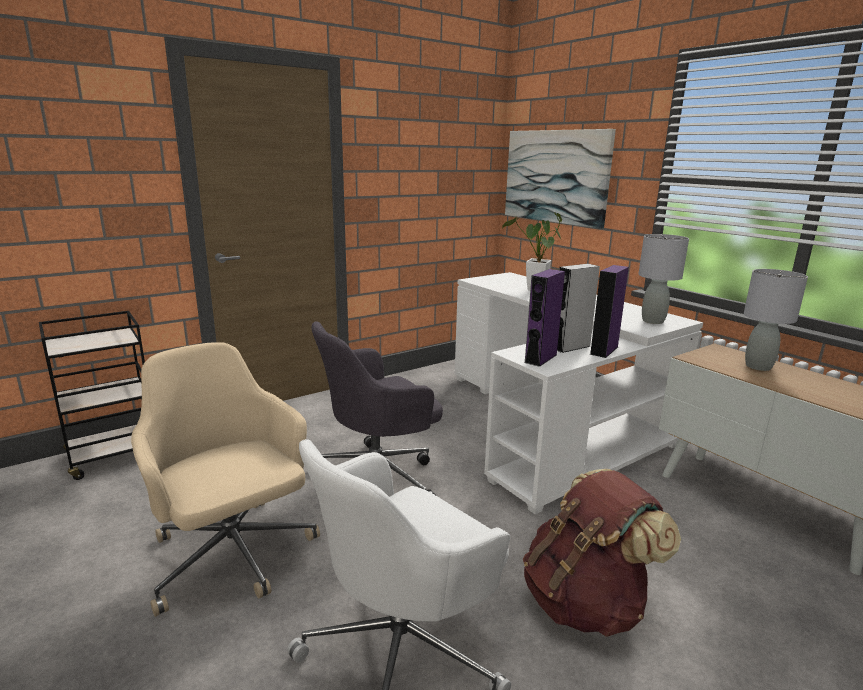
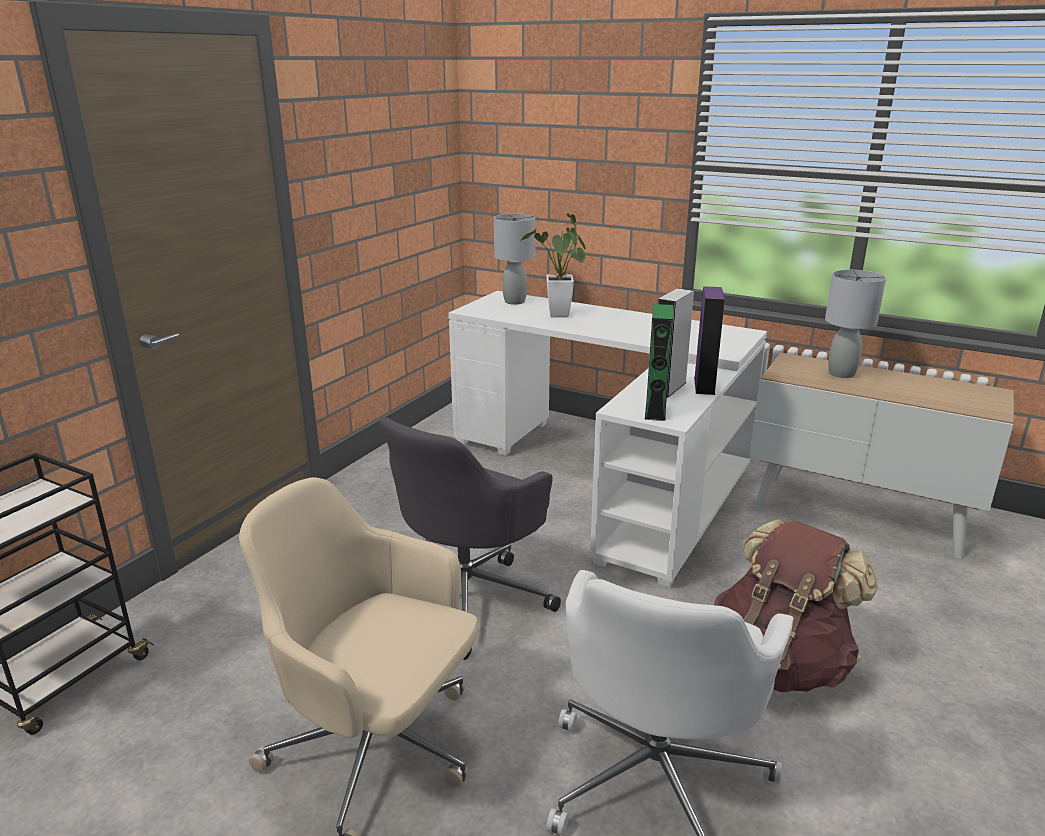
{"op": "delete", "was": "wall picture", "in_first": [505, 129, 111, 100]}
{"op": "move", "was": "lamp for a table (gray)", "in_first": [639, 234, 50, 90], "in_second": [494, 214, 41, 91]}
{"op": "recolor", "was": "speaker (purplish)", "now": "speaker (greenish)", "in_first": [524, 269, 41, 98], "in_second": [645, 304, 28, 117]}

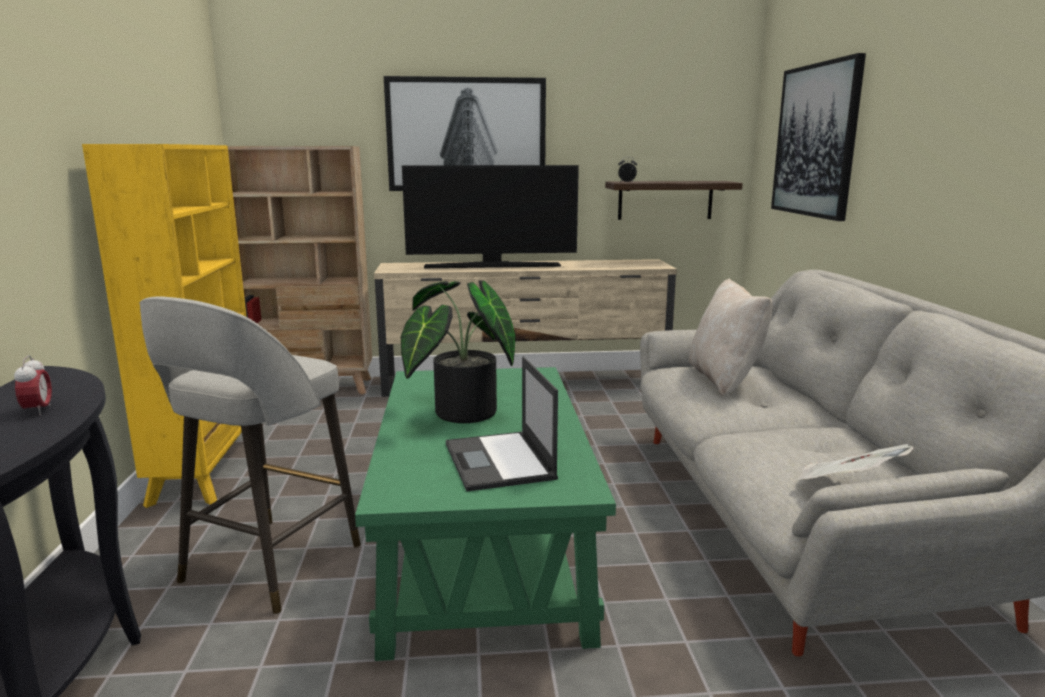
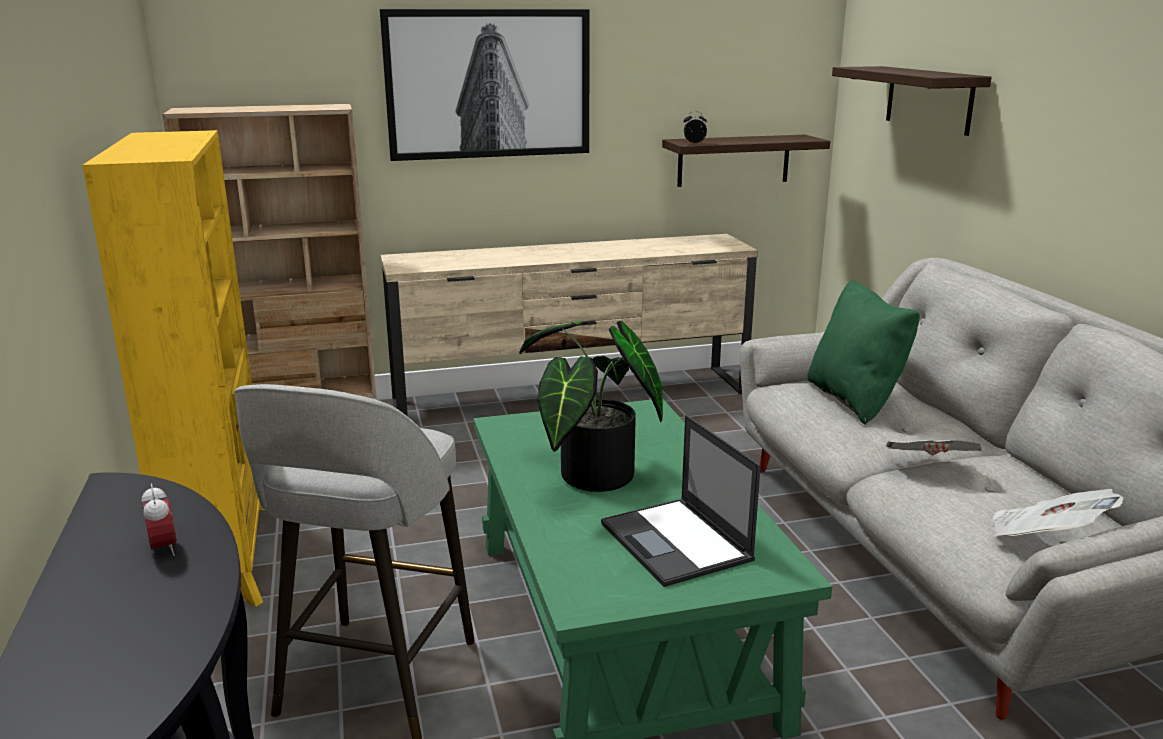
{"op": "delete", "was": "TV set", "in_first": [402, 165, 177, 103]}
{"op": "insert", "now": "newspaper", "in_second": [886, 440, 96, 15]}
{"op": "replace", "was": "wall picture", "now": "shelf", "in_first": [771, 53, 95, 168], "in_second": [832, 66, 160, 70]}
{"op": "recolor", "was": "pillow (beige-coloured)", "now": "pillow (greenish)", "in_first": [689, 278, 83, 119], "in_second": [808, 279, 112, 146]}

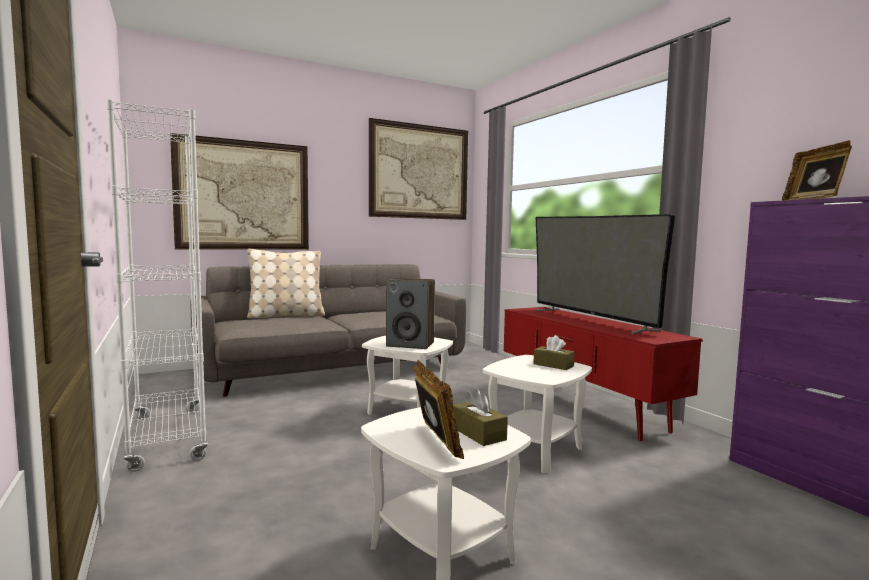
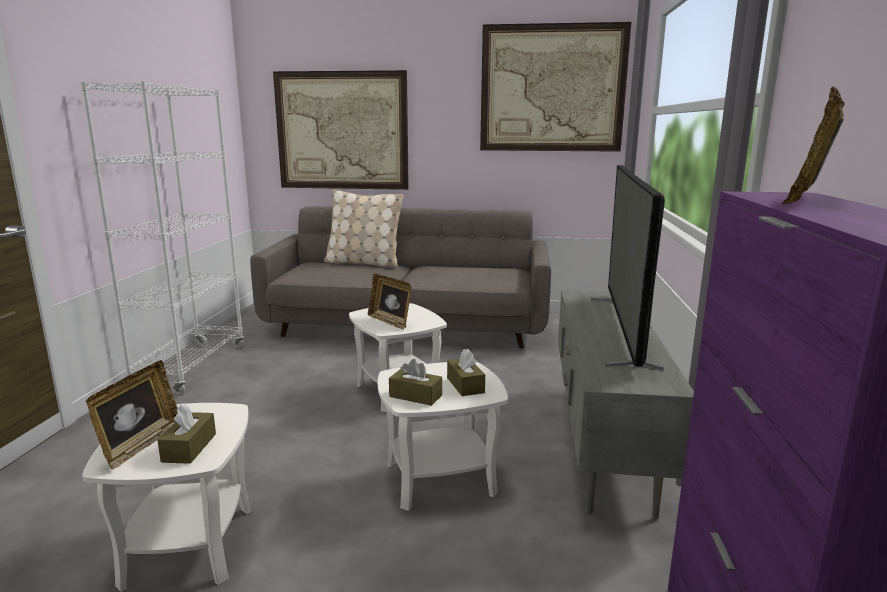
{"op": "insert", "now": "tissue holder (brownish)", "in_second": [389, 359, 53, 47]}
{"op": "replace", "was": "speaker", "now": "standing frame", "in_first": [386, 278, 49, 71], "in_second": [368, 274, 44, 56]}
{"op": "recolor", "was": "tv unit (red-coloured)", "now": "tv unit (gray)", "in_first": [504, 307, 199, 134], "in_second": [558, 290, 136, 229]}

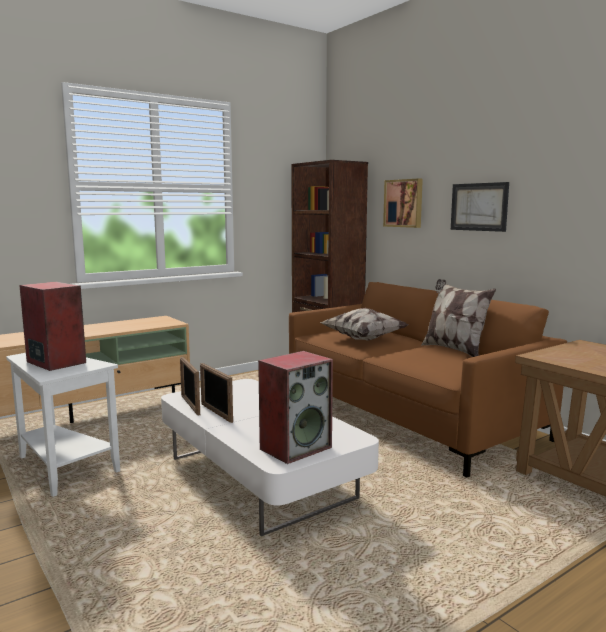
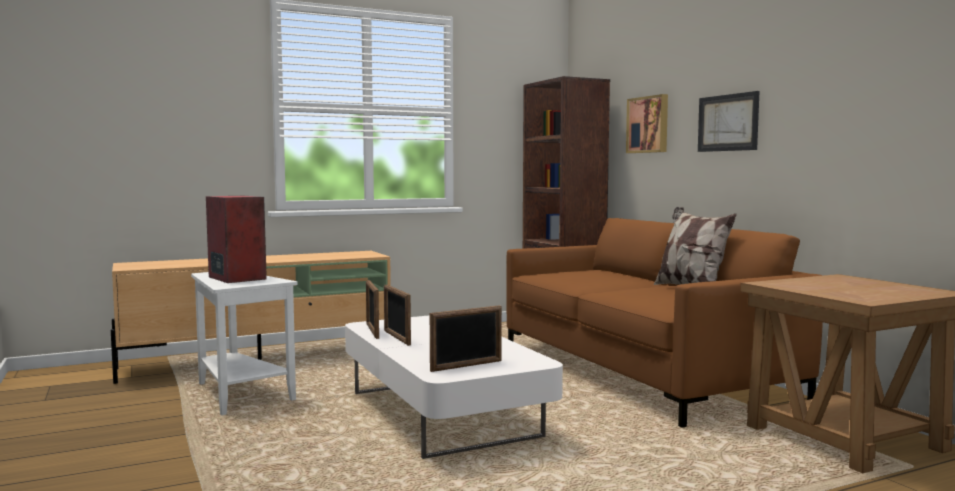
{"op": "delete", "was": "pillow", "in_first": [320, 308, 88, 33]}
{"op": "replace", "was": "speaker", "now": "standing frame", "in_first": [258, 351, 75, 113], "in_second": [430, 305, 72, 67]}

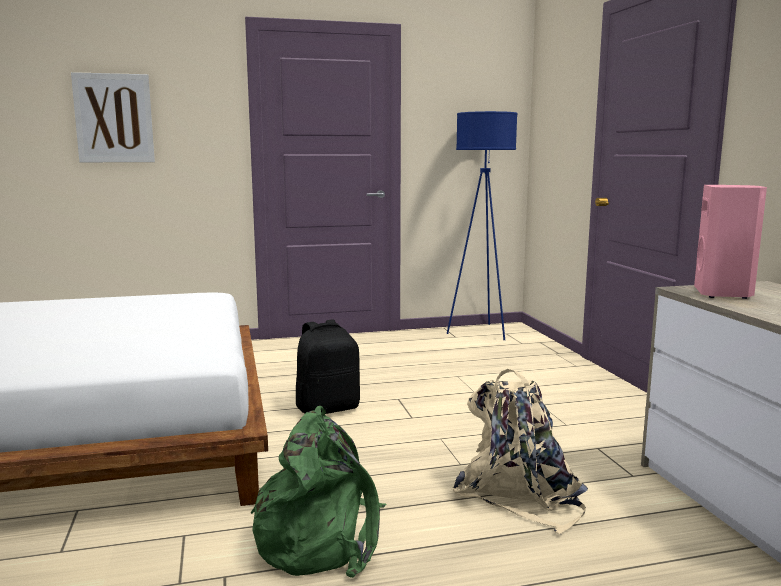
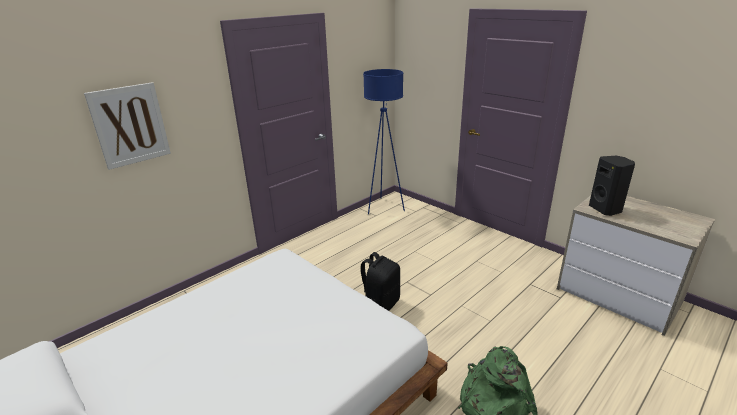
{"op": "delete", "was": "knapsack (beige-coloured)", "in_first": [451, 369, 137, 165]}
{"op": "recolor", "was": "speaker (pink)", "now": "speaker (black)", "in_first": [694, 185, 73, 114], "in_second": [589, 156, 46, 60]}

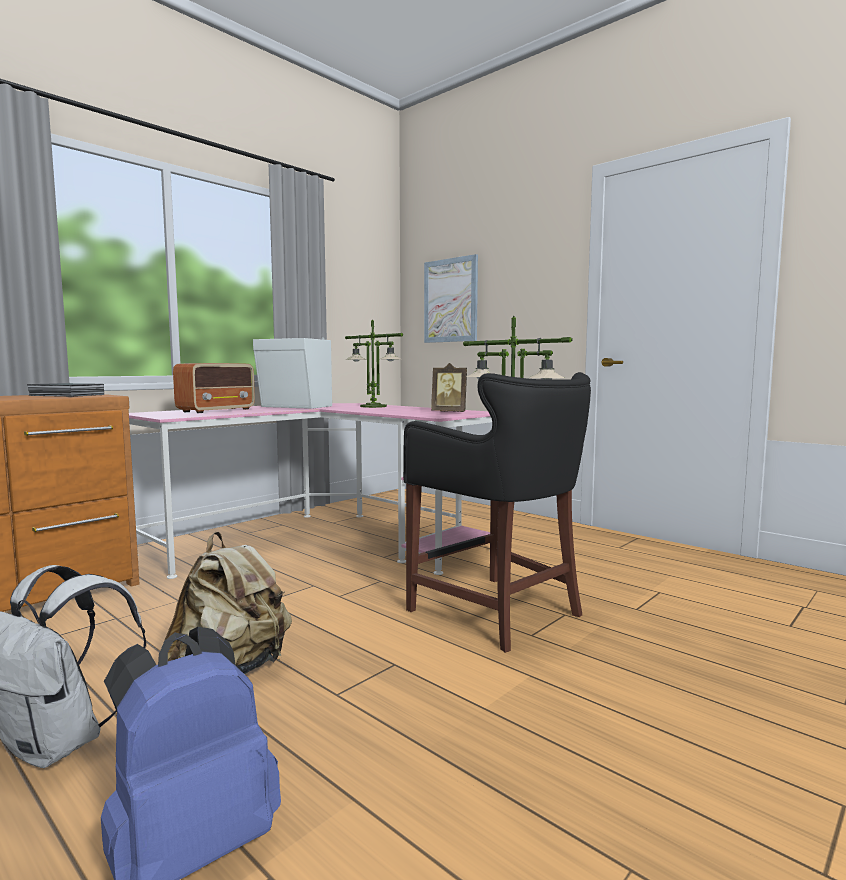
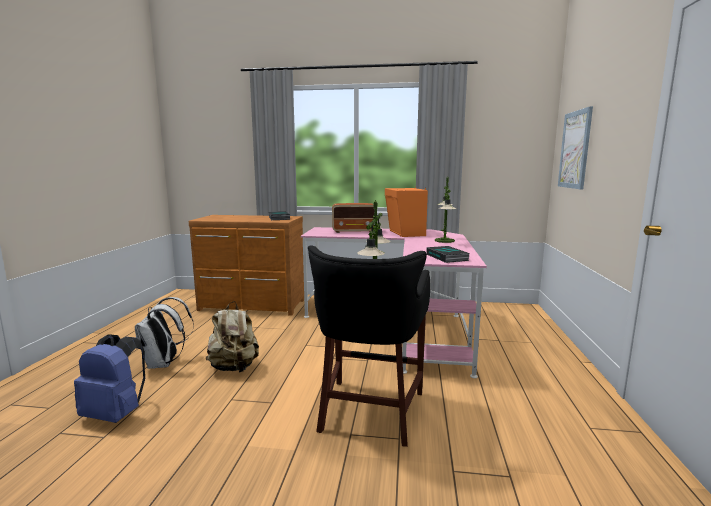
{"op": "replace", "was": "standing frame", "now": "book", "in_first": [431, 363, 36, 49], "in_second": [427, 246, 43, 17]}
{"op": "recolor", "was": "speaker (whitish)", "now": "speaker (orange)", "in_first": [253, 338, 79, 71], "in_second": [385, 186, 43, 51]}

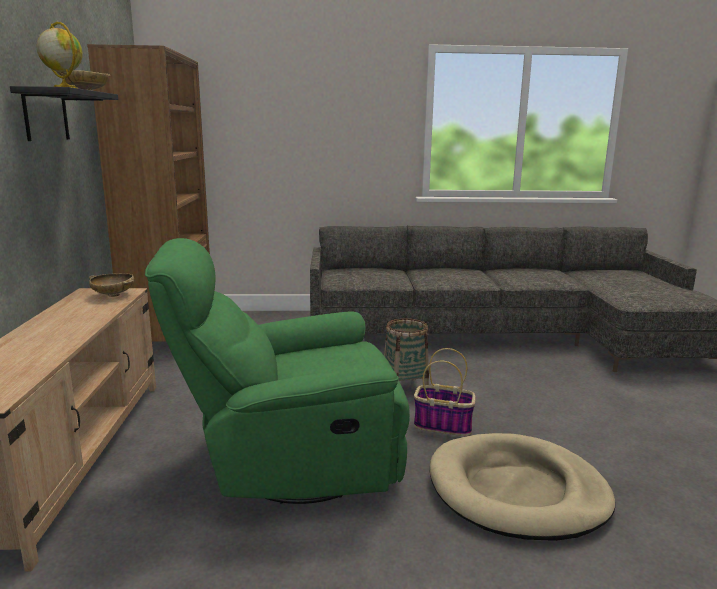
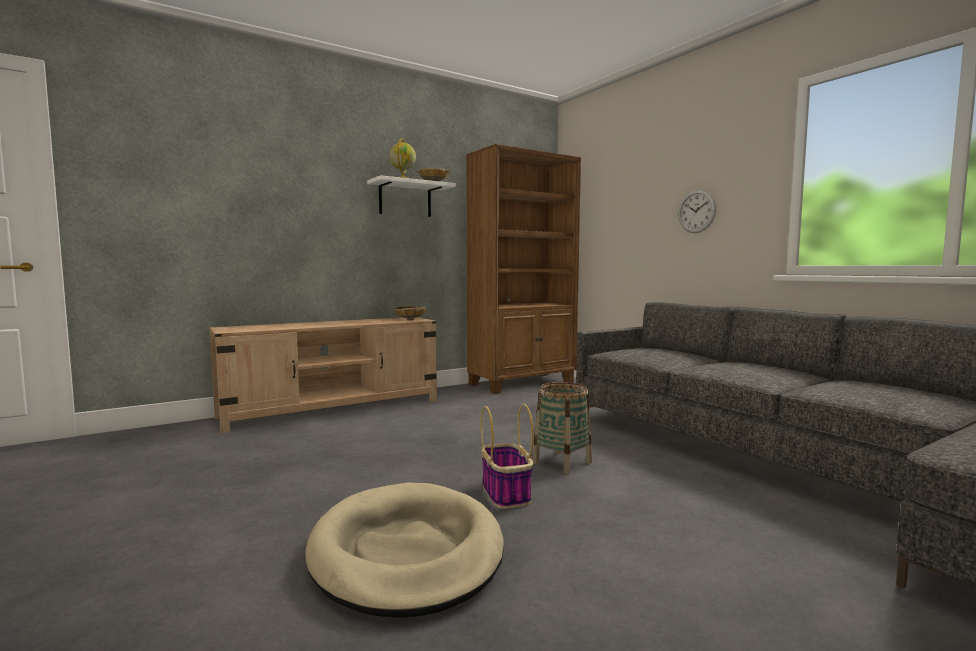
{"op": "delete", "was": "armchair (greenish)", "in_first": [145, 238, 265, 266]}
{"op": "insert", "now": "hanging clock", "in_second": [678, 190, 38, 43]}
{"op": "recolor", "was": "shelf (black)", "now": "shelf (whitish)", "in_first": [10, 86, 108, 55], "in_second": [367, 175, 89, 42]}

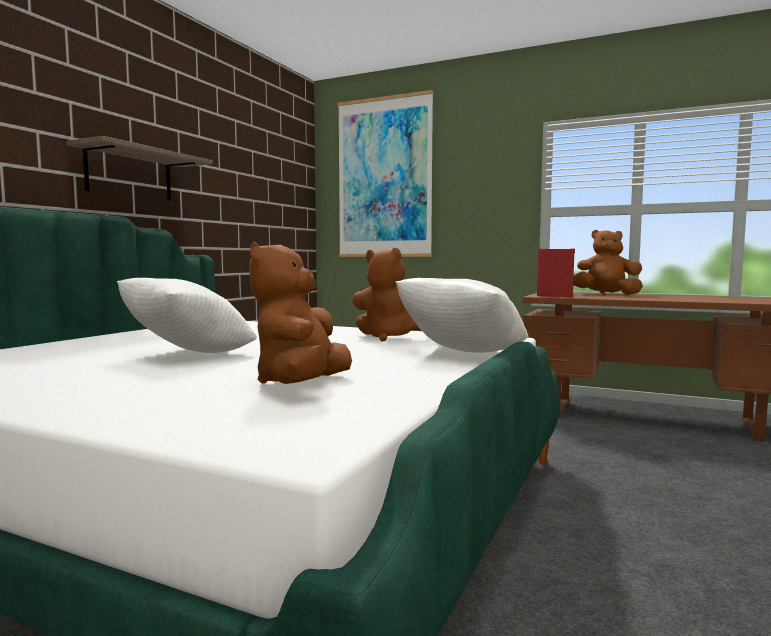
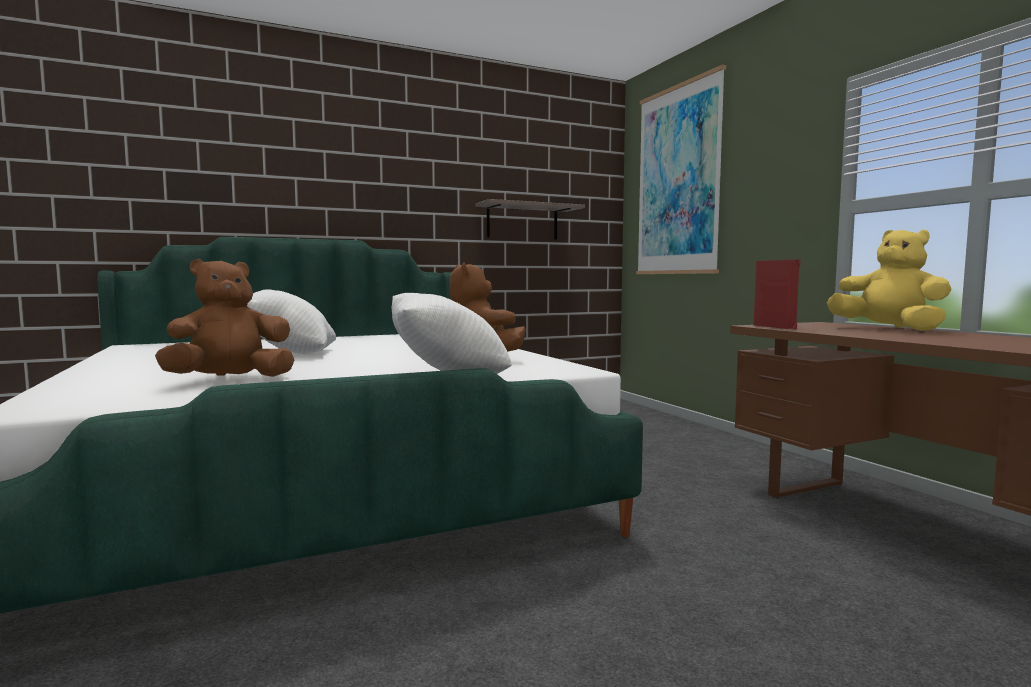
{"op": "move", "was": "shelf", "in_first": [67, 136, 146, 65], "in_second": [475, 199, 110, 41]}
{"op": "recolor", "was": "soft toy (brownish)", "now": "soft toy (yellow-coloured)", "in_first": [573, 230, 70, 65], "in_second": [827, 230, 124, 101]}

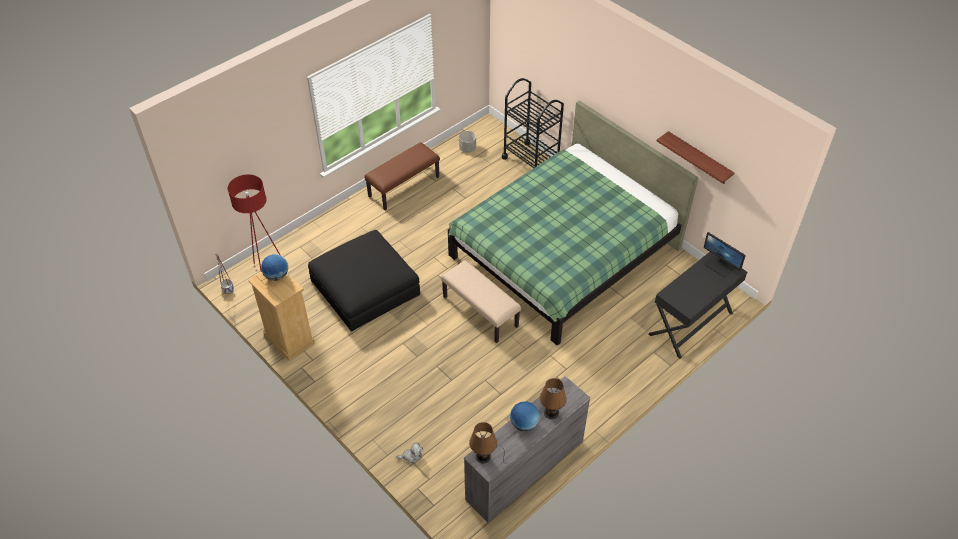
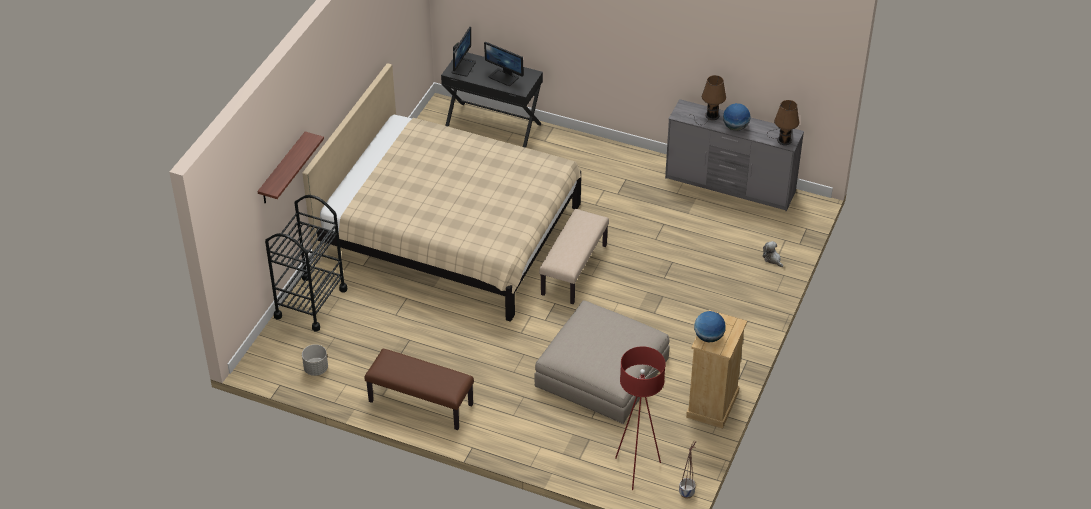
{"op": "insert", "now": "computer display", "in_second": [484, 42, 40, 44]}
{"op": "move", "was": "shelf", "in_first": [657, 131, 77, 53], "in_second": [258, 132, 66, 71]}
{"op": "recolor", "was": "pouffe (black)", "now": "pouffe (beige-coloured)", "in_first": [308, 230, 112, 102], "in_second": [535, 300, 135, 124]}
{"op": "recolor", "was": "bed (greenish)", "now": "bed (beige-coloured)", "in_first": [448, 100, 250, 246], "in_second": [302, 63, 280, 259]}

